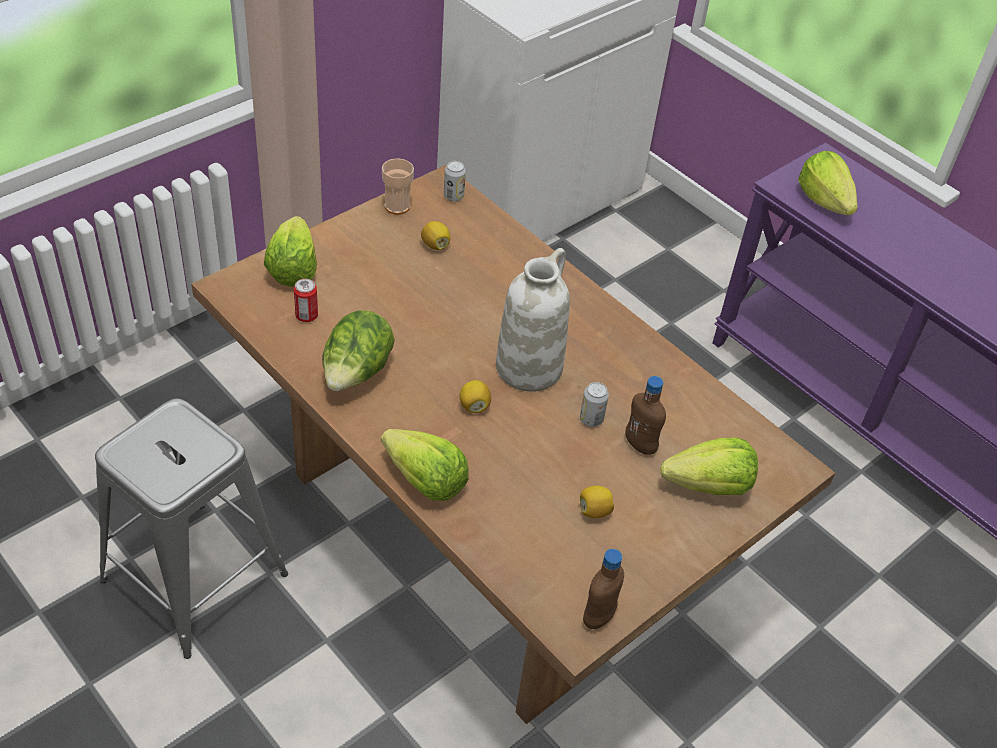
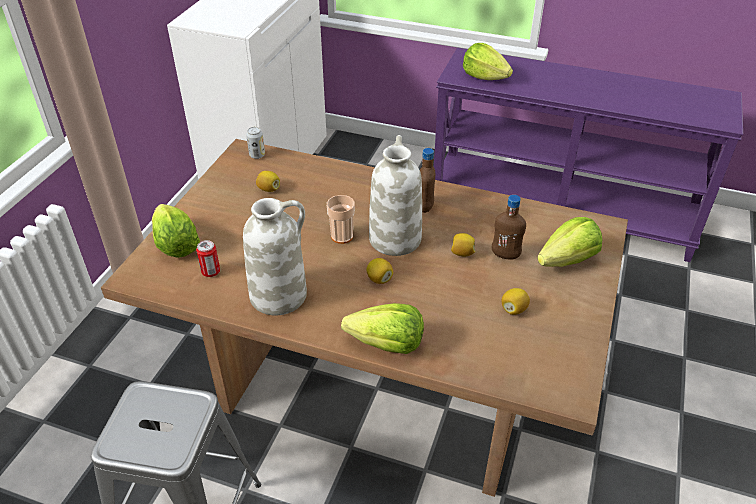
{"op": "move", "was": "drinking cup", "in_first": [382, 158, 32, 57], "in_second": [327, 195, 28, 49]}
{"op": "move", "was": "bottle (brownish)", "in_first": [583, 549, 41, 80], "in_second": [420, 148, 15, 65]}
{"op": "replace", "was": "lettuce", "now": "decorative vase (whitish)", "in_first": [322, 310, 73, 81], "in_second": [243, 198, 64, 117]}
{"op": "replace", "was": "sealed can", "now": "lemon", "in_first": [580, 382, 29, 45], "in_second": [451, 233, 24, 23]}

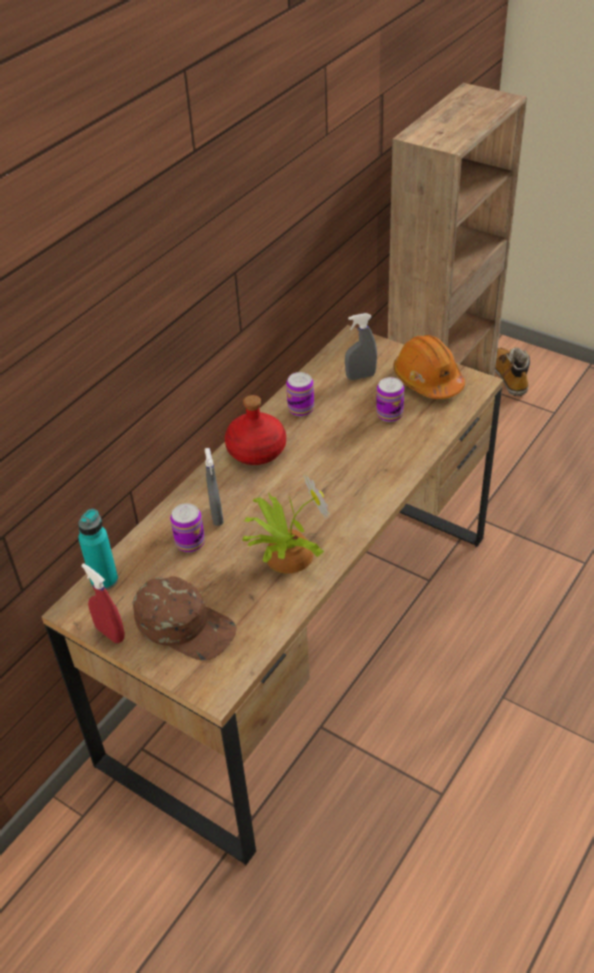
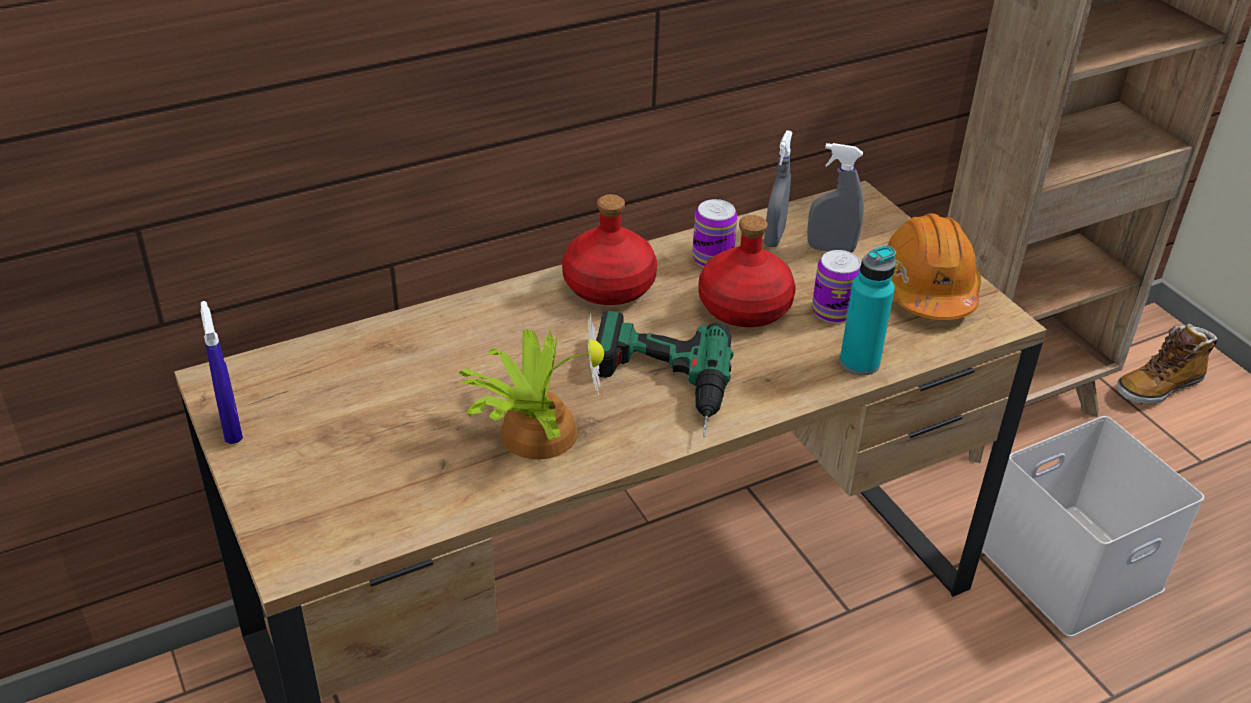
{"op": "delete", "was": "cap (brownish)", "in_first": [133, 576, 104, 84]}
{"op": "delete", "was": "sealed can", "in_first": [170, 503, 35, 49]}
{"op": "insert", "now": "power drill", "in_second": [596, 311, 137, 126]}
{"op": "insert", "now": "bottle (red-coloured)", "in_second": [698, 215, 98, 112]}
{"op": "insert", "now": "storage bin (whitish)", "in_second": [982, 416, 222, 221]}
{"op": "move", "was": "bottle (turquoise)", "in_first": [78, 509, 40, 81], "in_second": [840, 245, 56, 130]}
{"op": "move", "was": "hand sprayer (gray)", "in_first": [205, 448, 19, 78], "in_second": [764, 130, 29, 117]}
{"op": "recolor", "was": "hand sprayer (red-coloured)", "now": "hand sprayer (blue-coloured)", "in_first": [81, 563, 44, 80], "in_second": [201, 301, 42, 143]}
{"op": "rotate", "was": "boot", "in_first": [495, 347, 35, 49], "in_second": [1116, 324, 102, 81], "clockwise": -135}

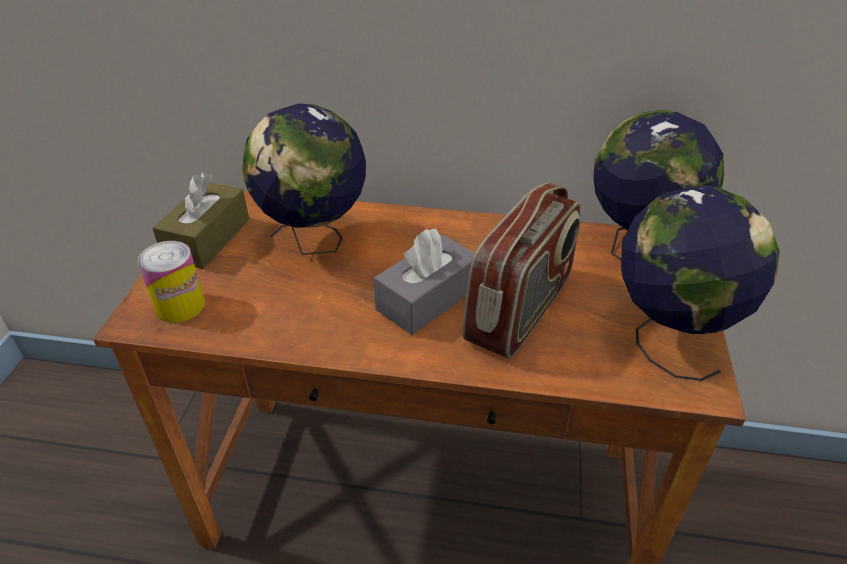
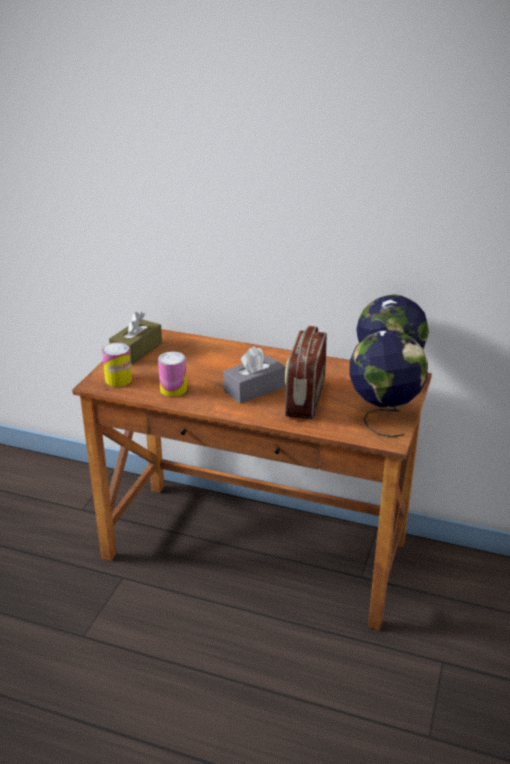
{"op": "delete", "was": "globe", "in_first": [242, 104, 124, 151]}
{"op": "insert", "now": "sealed can", "in_second": [158, 352, 29, 45]}
{"op": "rotate", "was": "radio receiver", "in_first": [463, 183, 118, 176], "in_second": [285, 326, 42, 94], "clockwise": 150}

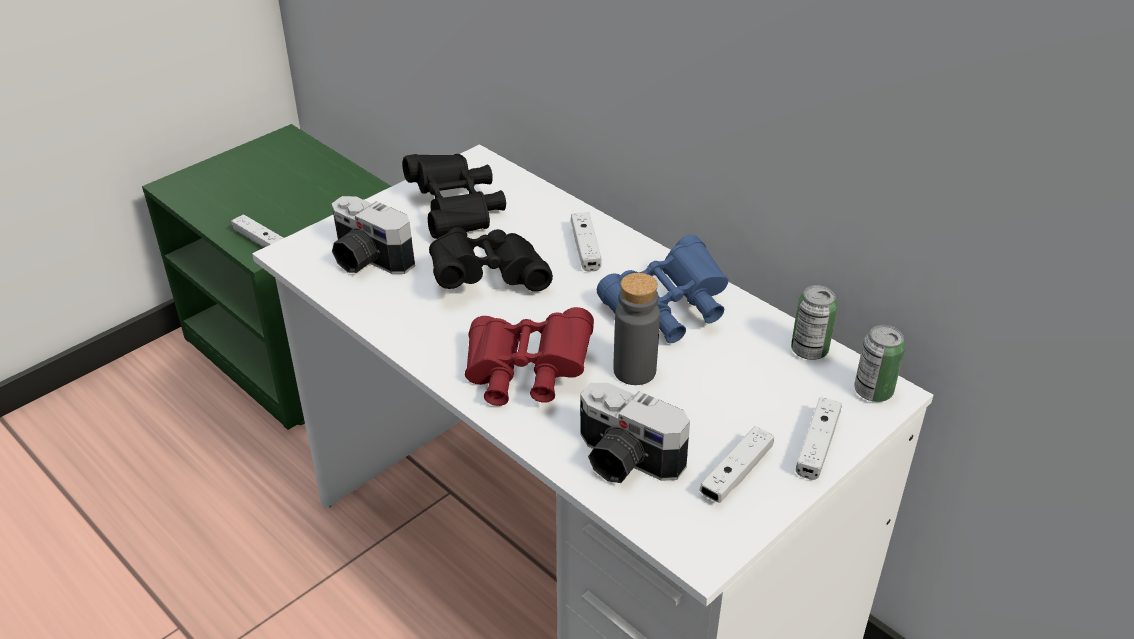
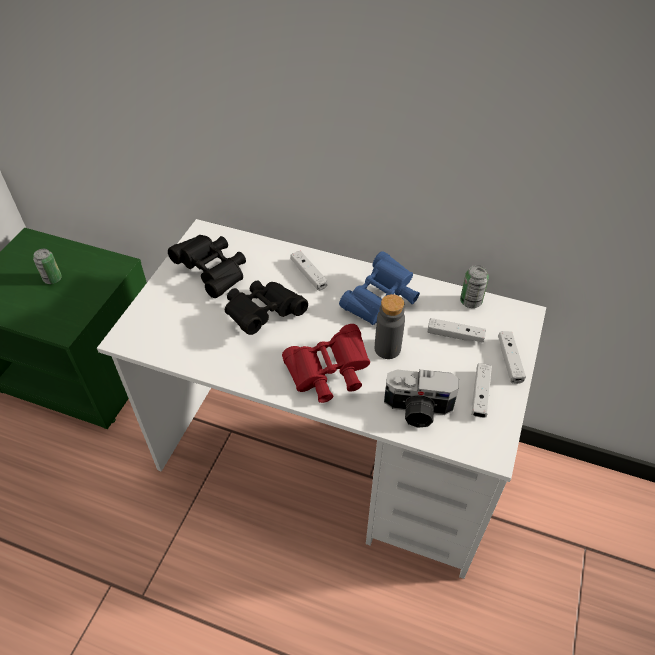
{"op": "delete", "was": "still camera", "in_first": [331, 196, 84, 78]}
{"op": "move", "was": "game controller (whitish)", "in_first": [231, 214, 52, 33], "in_second": [428, 318, 58, 25]}
{"op": "move", "was": "sealed can", "in_first": [854, 325, 51, 77], "in_second": [33, 249, 29, 35]}

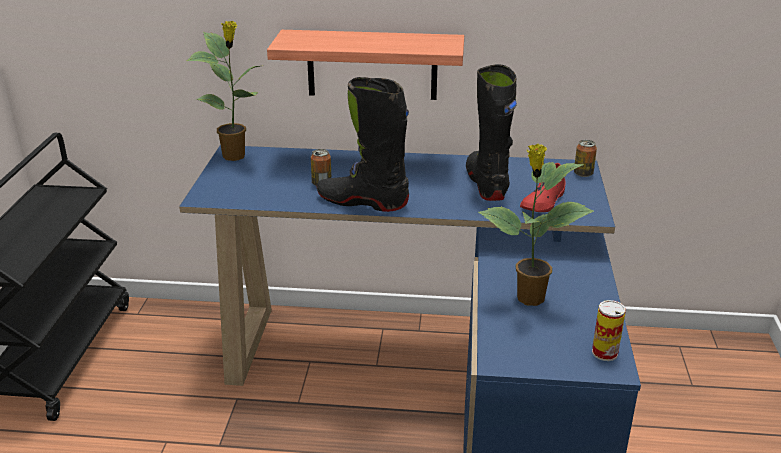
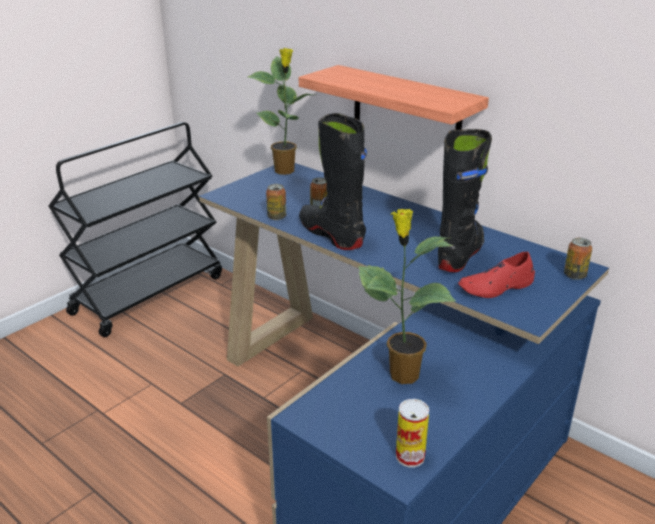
{"op": "insert", "now": "sealed can", "in_second": [266, 184, 20, 36]}

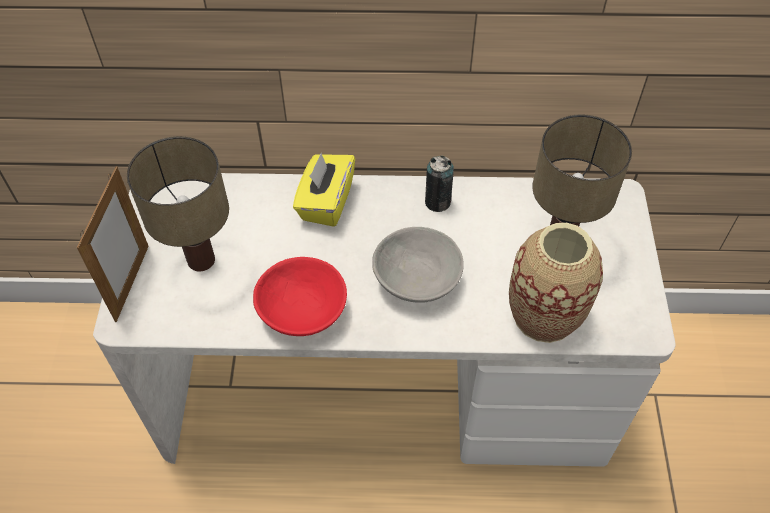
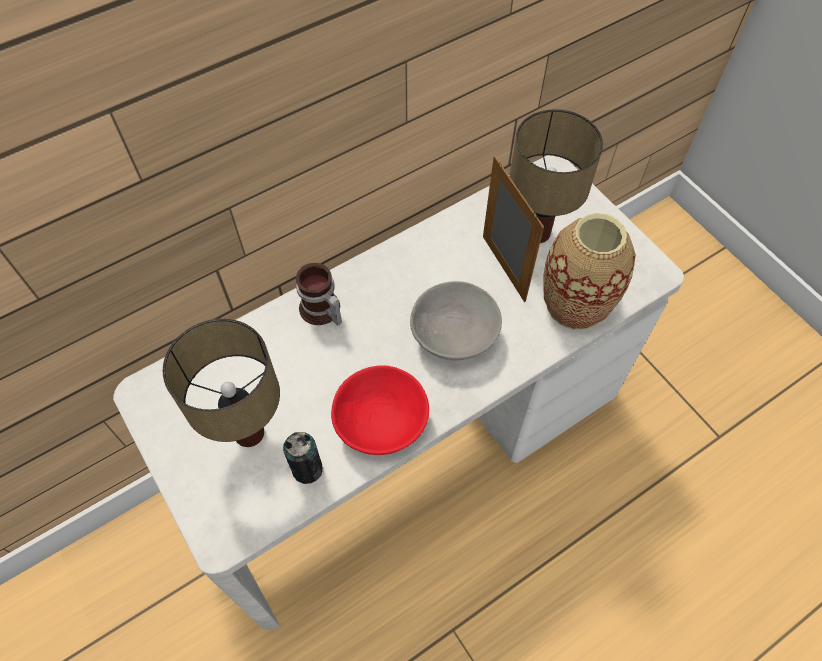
{"op": "move", "was": "standing frame", "in_first": [77, 167, 72, 155], "in_second": [483, 156, 61, 146]}
{"op": "move", "was": "sealed can", "in_first": [425, 155, 29, 57], "in_second": [283, 432, 40, 52]}
{"op": "replace", "was": "tissue holder (yellow-coloured)", "now": "coffee mug", "in_first": [293, 153, 62, 74], "in_second": [296, 263, 46, 63]}

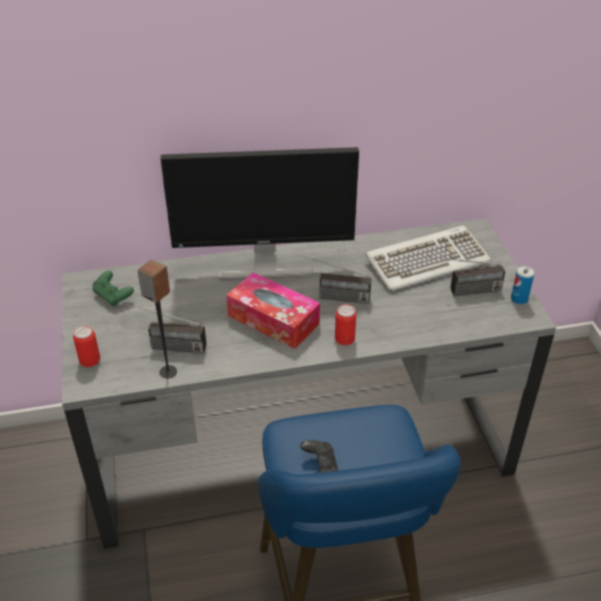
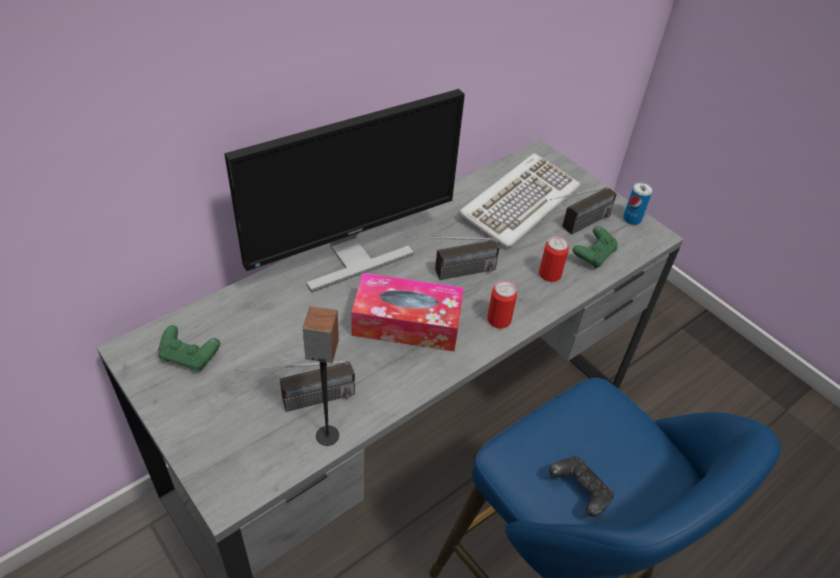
{"op": "insert", "now": "game controller (greenish)", "in_second": [573, 226, 44, 42]}
{"op": "move", "was": "sealed can", "in_first": [73, 325, 27, 42], "in_second": [539, 236, 30, 46]}

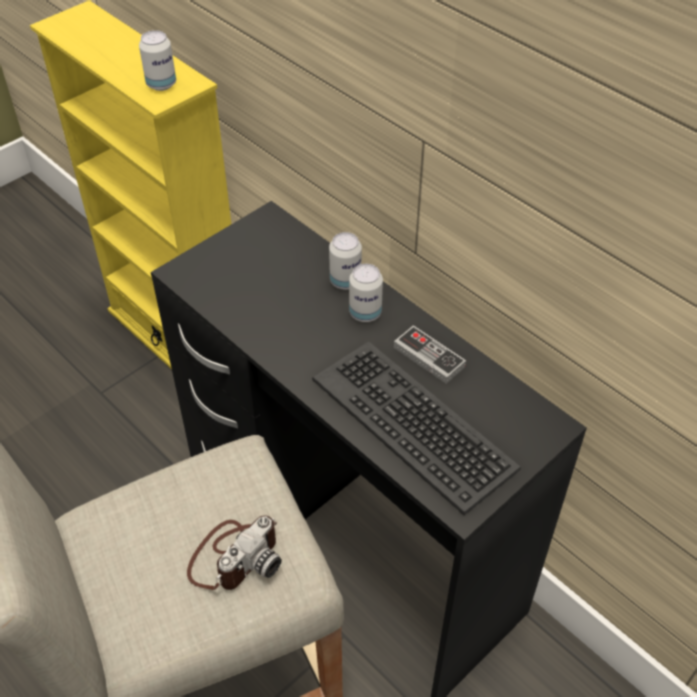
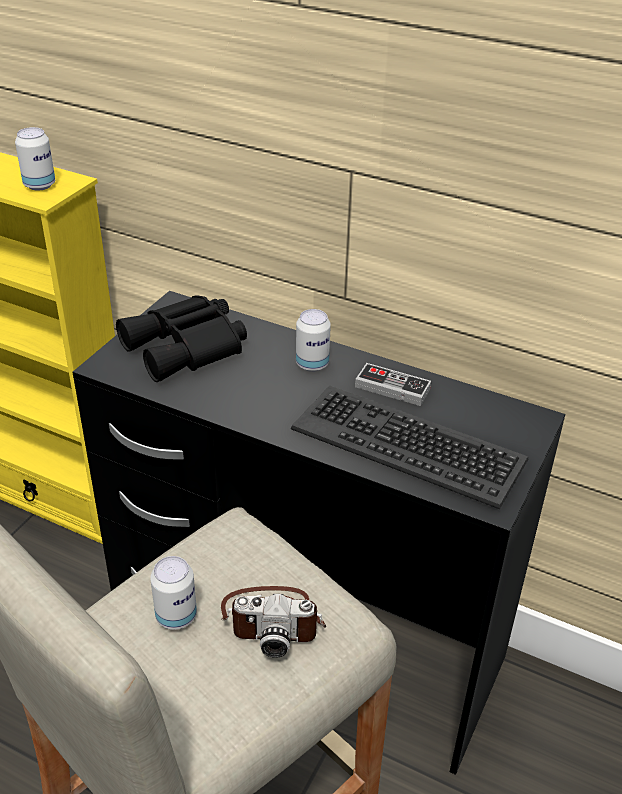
{"op": "insert", "now": "binoculars (black)", "in_second": [116, 295, 131, 87]}
{"op": "move", "was": "sealed can", "in_first": [329, 232, 33, 58], "in_second": [150, 556, 47, 74]}
{"op": "rotate", "was": "still camera", "in_first": [187, 516, 95, 74], "in_second": [221, 586, 105, 72], "clockwise": 75}

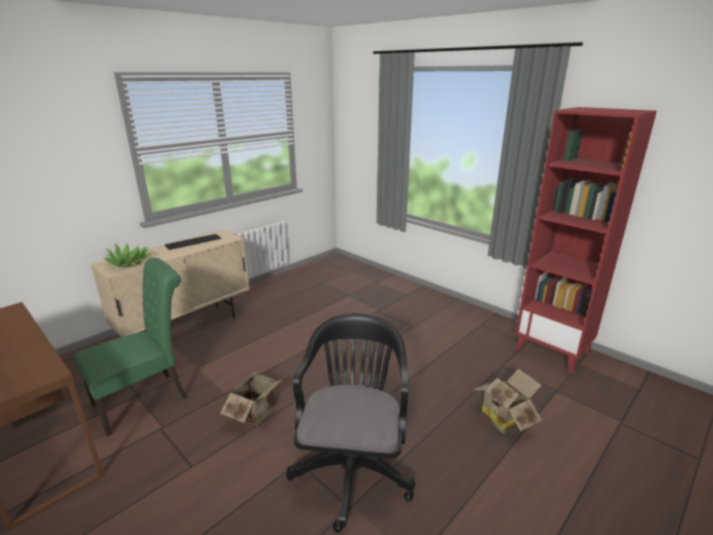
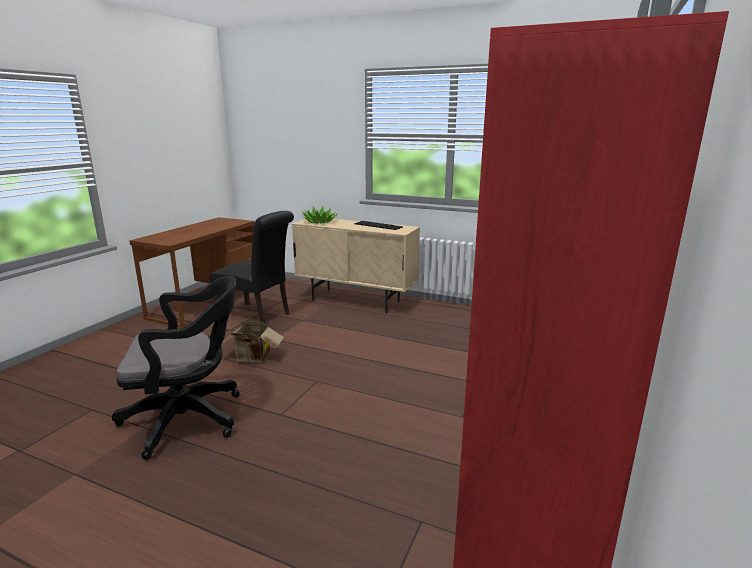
{"op": "delete", "was": "cardboard box", "in_first": [473, 369, 69, 65]}
{"op": "recolor", "was": "plain chair (greenish)", "now": "plain chair (black)", "in_first": [74, 258, 113, 179], "in_second": [210, 211, 84, 113]}

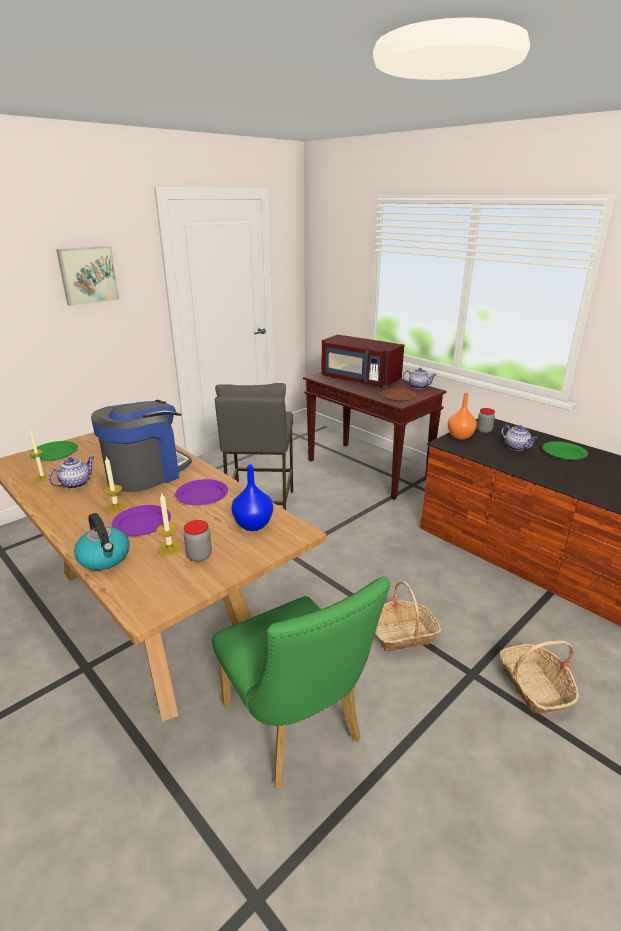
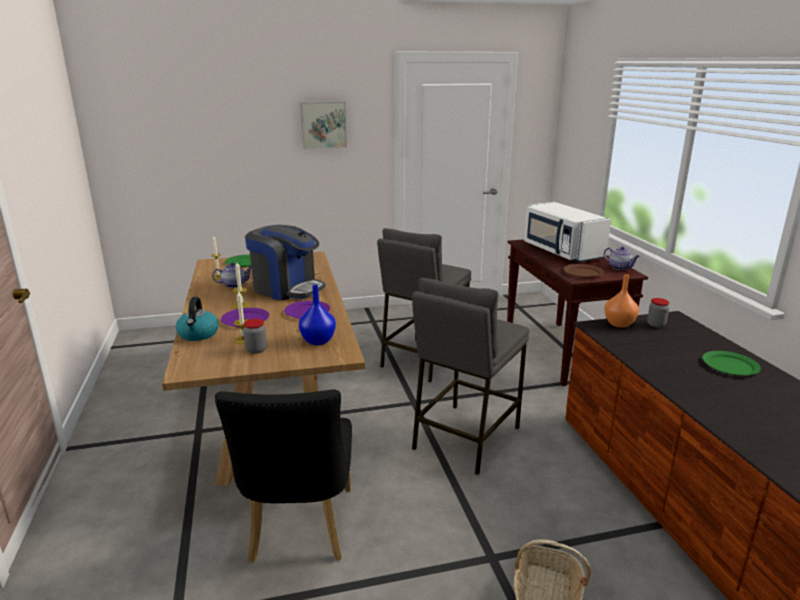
{"op": "delete", "was": "basket", "in_first": [375, 581, 66, 70]}
{"op": "delete", "was": "teapot", "in_first": [501, 425, 37, 26]}
{"op": "insert", "now": "stool (gray)", "in_second": [412, 278, 117, 197]}
{"op": "recolor", "was": "plain chair (greenish)", "now": "plain chair (black)", "in_first": [212, 577, 178, 212], "in_second": [215, 389, 137, 174]}
{"op": "recolor", "was": "kitchen microwave (red-coloured)", "now": "kitchen microwave (whitish)", "in_first": [321, 334, 83, 54], "in_second": [524, 202, 87, 60]}
{"op": "rotate", "was": "coffee machine", "in_first": [91, 400, 101, 92], "in_second": [245, 225, 81, 76], "clockwise": 45}

